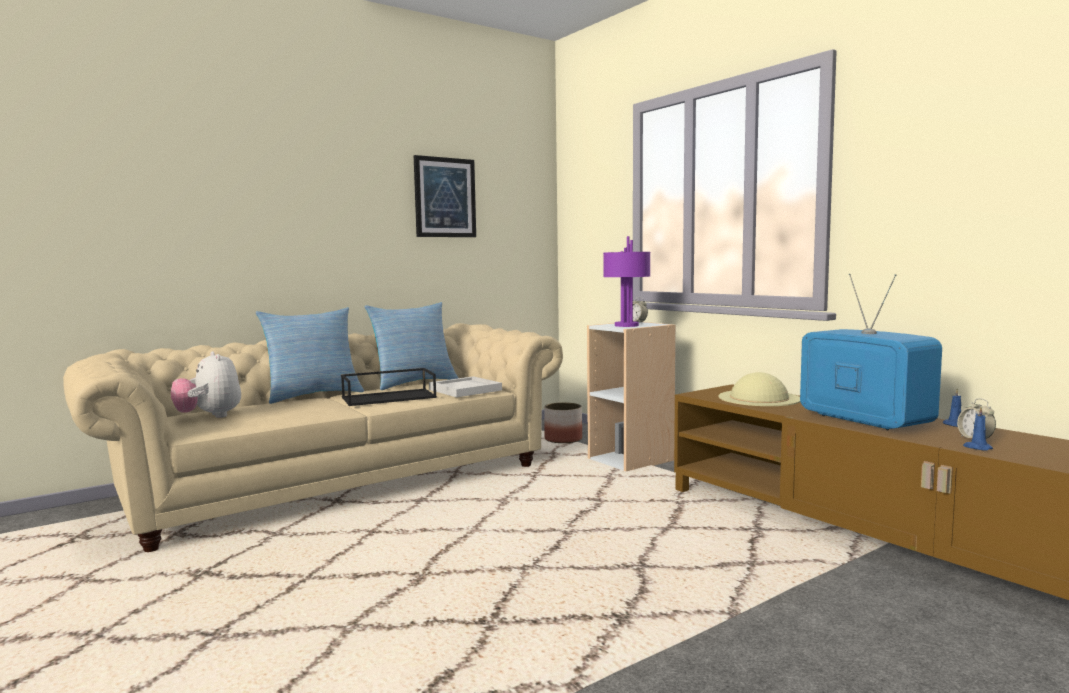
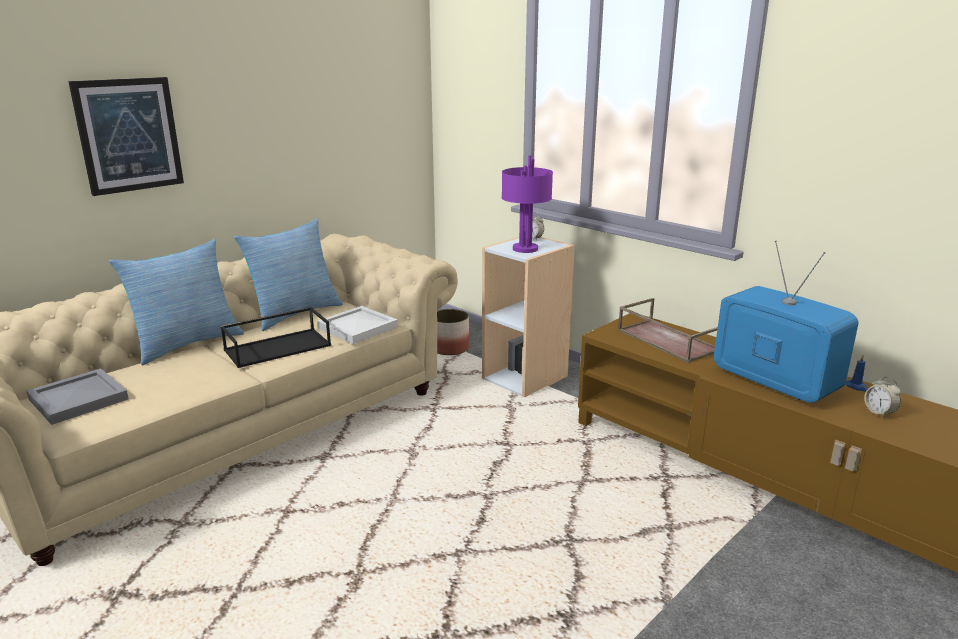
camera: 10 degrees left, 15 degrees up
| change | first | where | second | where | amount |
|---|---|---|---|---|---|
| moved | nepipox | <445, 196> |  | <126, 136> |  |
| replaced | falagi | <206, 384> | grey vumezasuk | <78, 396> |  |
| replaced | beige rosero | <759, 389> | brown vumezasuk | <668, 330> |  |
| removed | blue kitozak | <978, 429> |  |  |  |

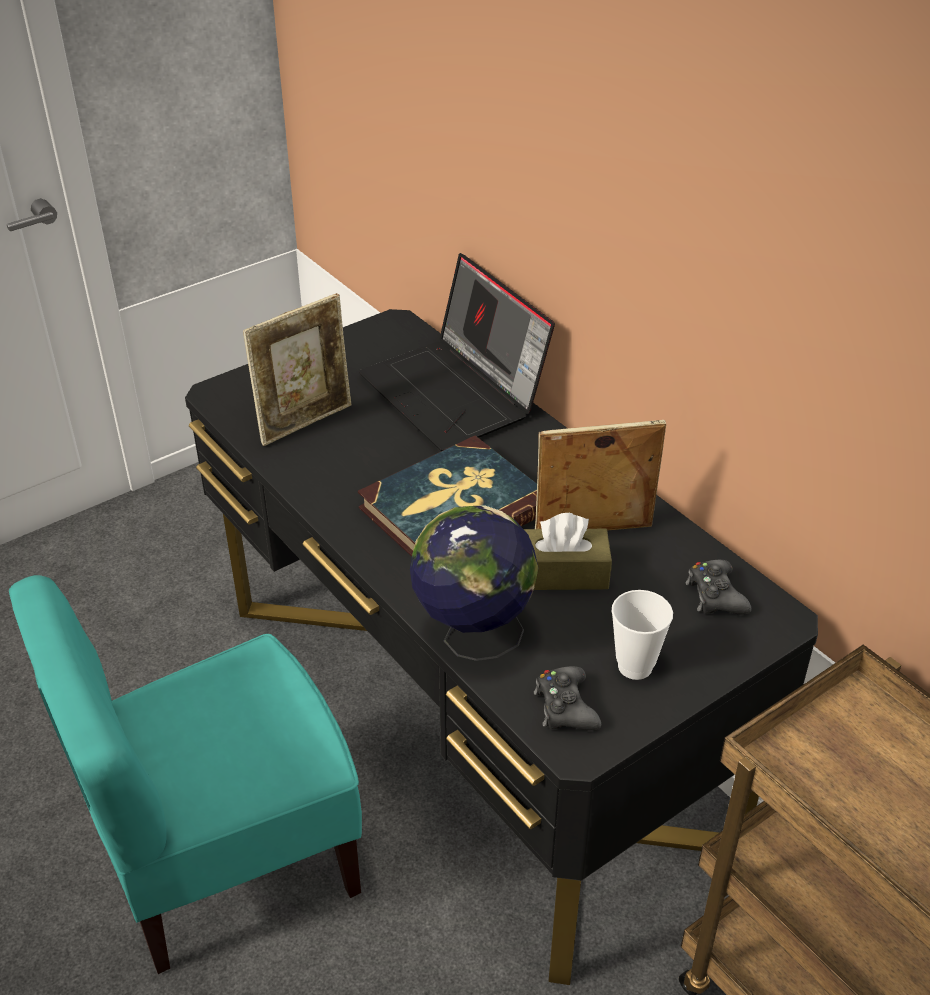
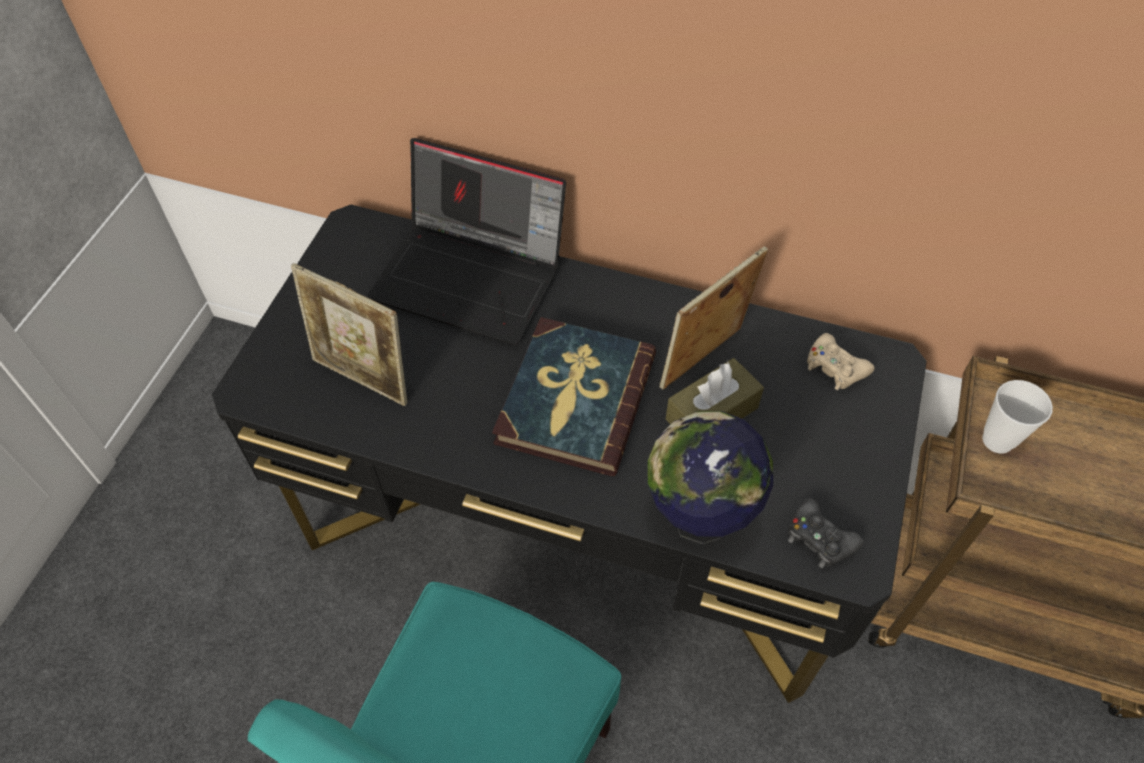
camera: 35 degrees left, 15 degrees up
| change | first | where | second | where | amount |
|---|---|---|---|---|---|
| turned | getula | <297, 369> |  | <349, 334> | 105 degrees clockwise |
| recoloured | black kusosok | <718, 587> | beige kusosok | <841, 361> |  |
| moved | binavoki | <642, 635> |  | <1017, 417> |  |

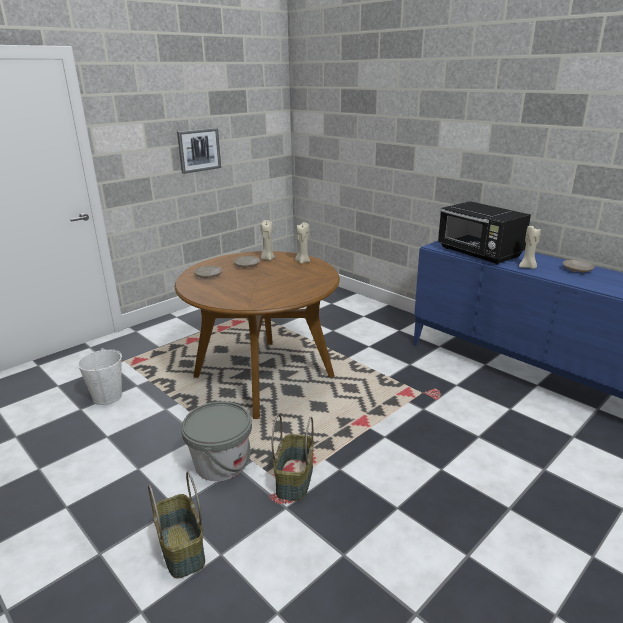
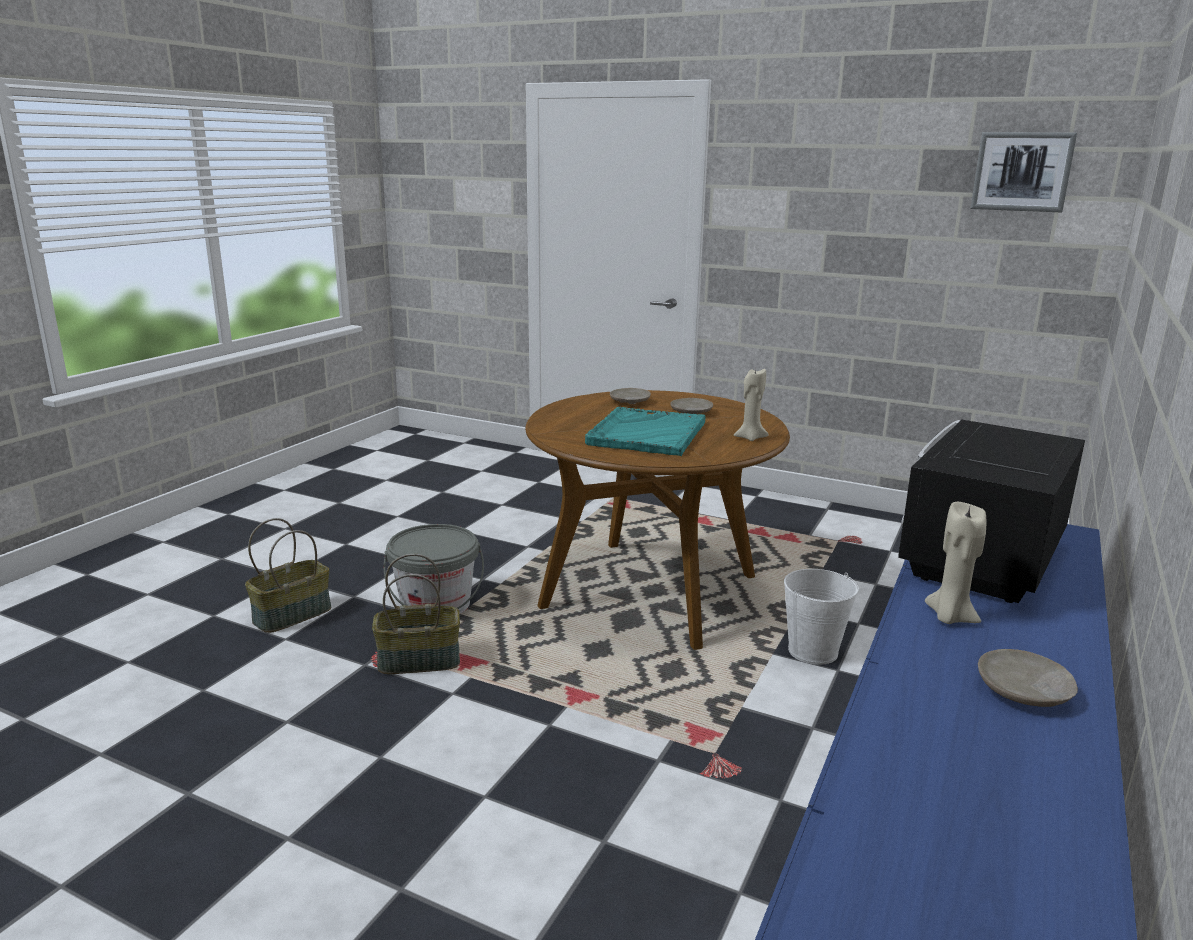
camera: 70 degrees right, 5 degrees down
| change | first | where | second | where | amount |
|---|---|---|---|---|---|
| moved | nepipox | <199, 151> |  | <1023, 172> |  |
| removed | beige kitozak | <268, 240> |  |  |  |
| moved | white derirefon | <100, 376> |  | <821, 617> |  |
| added |  |  | turquoise vumezasuk | <645, 431> |  |

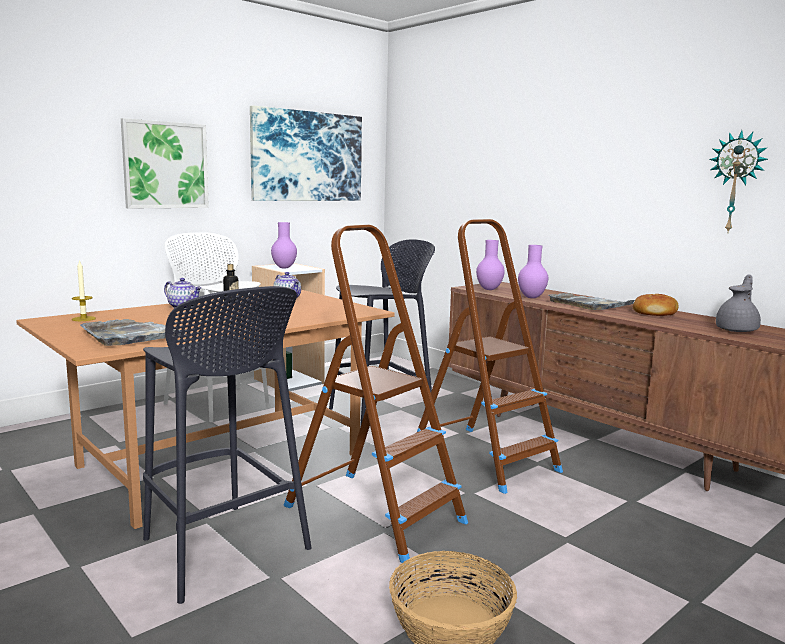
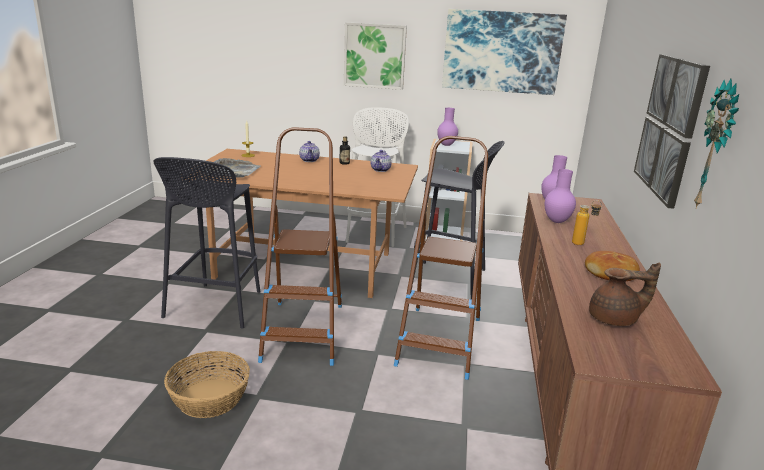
camera: 50 degrees right, 10 degrees up
| change | first | where | second | where | amount |
|---|---|---|---|---|---|
| recoloured | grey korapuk | <738, 303> | brown korapuk | <625, 294> |  |
| replaced | grey vumezasuk | <591, 301> | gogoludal | <587, 222> |  |
| added |  |  | nepipox | <672, 131> |  |

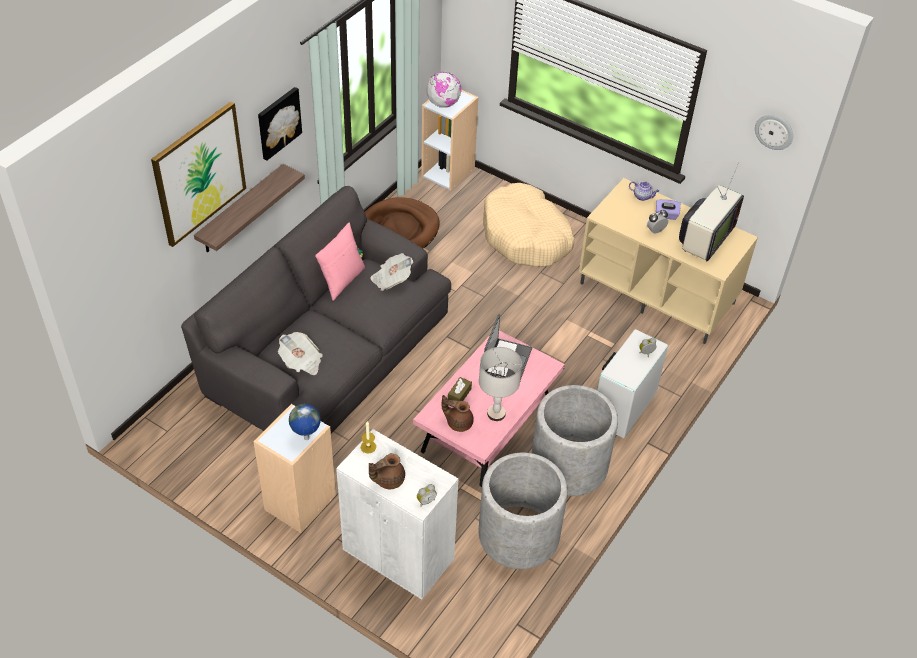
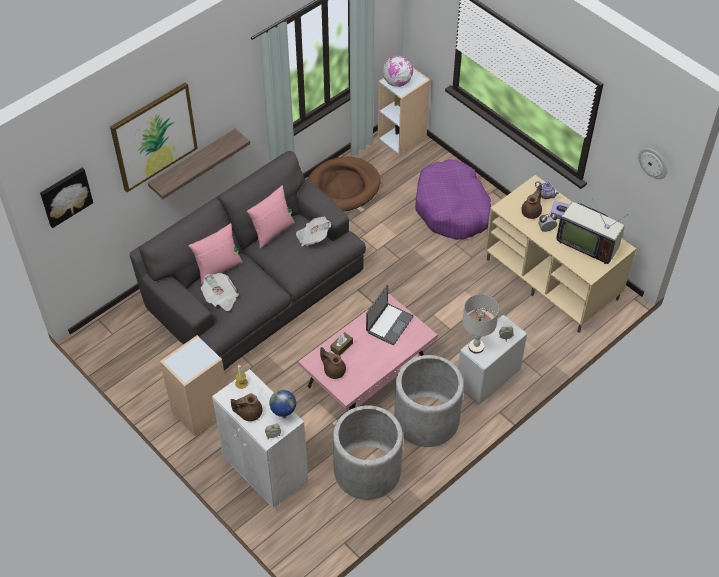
camera: 15 degrees right, 5 degrees up
| change | first | where | second | where | amount |
|---|---|---|---|---|---|
| moved | nepipox | <280, 124> |  | <66, 198> |  |
| turned | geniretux | <711, 212> |  | <592, 231> | 75 degrees clockwise |
| recoloured | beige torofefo | <528, 225> | purple torofefo | <453, 199> |  |
| moved | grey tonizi | <500, 384> |  | <480, 324> |  |
| moved | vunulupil | <305, 422> |  | <282, 404> |  |
| added |  |  | brown korapuk | <531, 201> |  |
| added |  |  | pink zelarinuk | <216, 253> |  |

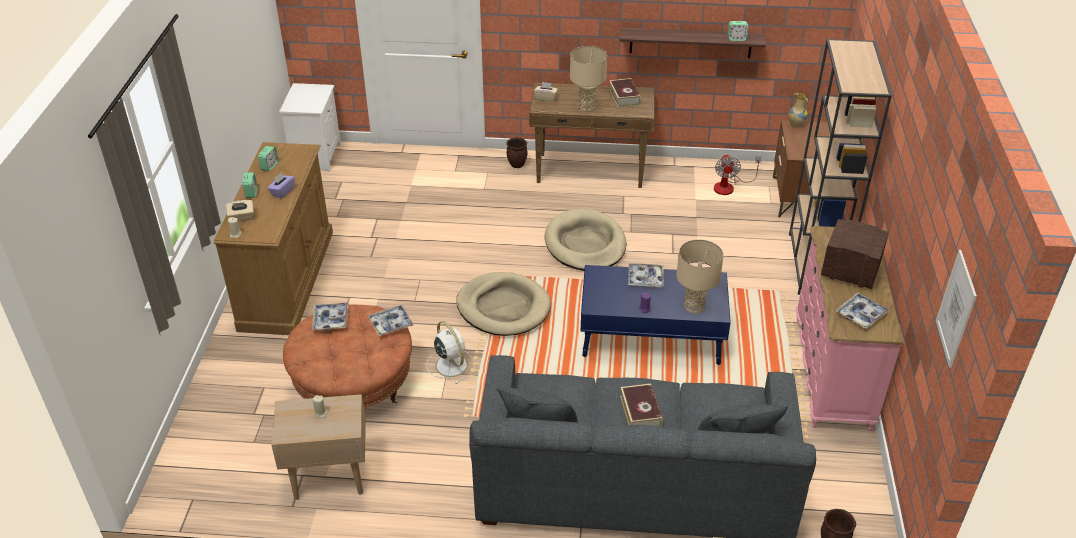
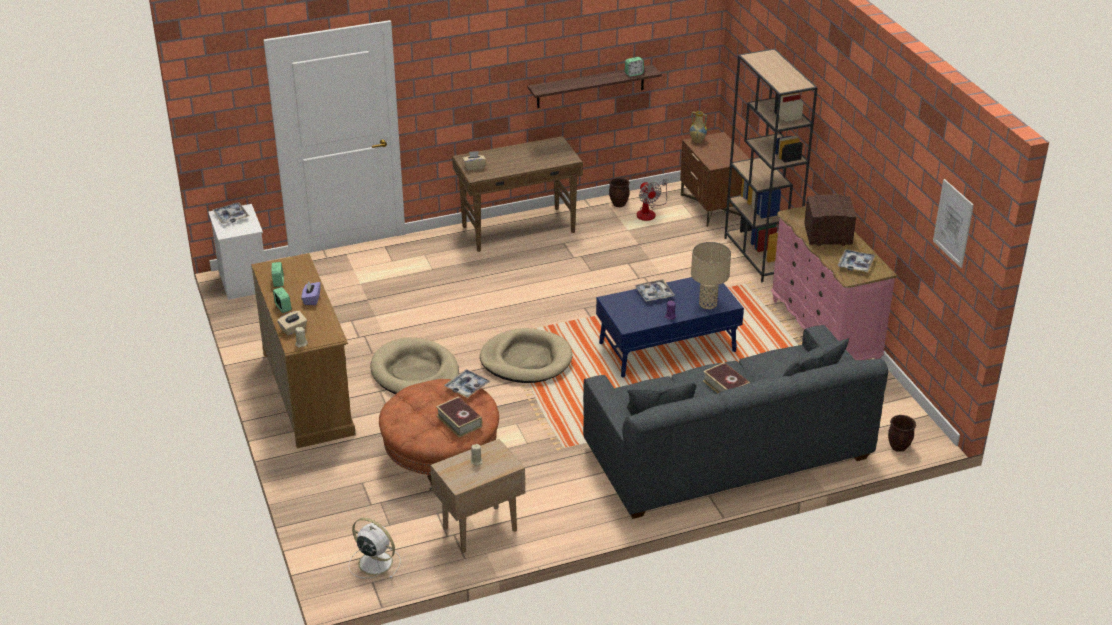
camera: 25 degrees left, 5 degrees down
| change | first | where | second | where | amount |
|---|---|---|---|---|---|
| removed | beige tonizi | <588, 78> |  |  |  |
| moved | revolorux | <625, 93> |  | <459, 416> |  |
| moved | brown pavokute | <516, 152> |  | <619, 192> |  |
| moved | beige torofefo | <585, 239> |  | <414, 365> |  |
| moved | vumezasuk | <330, 316> |  | <231, 213> |  |
| moved | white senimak | <450, 352> |  | <375, 548> |  |

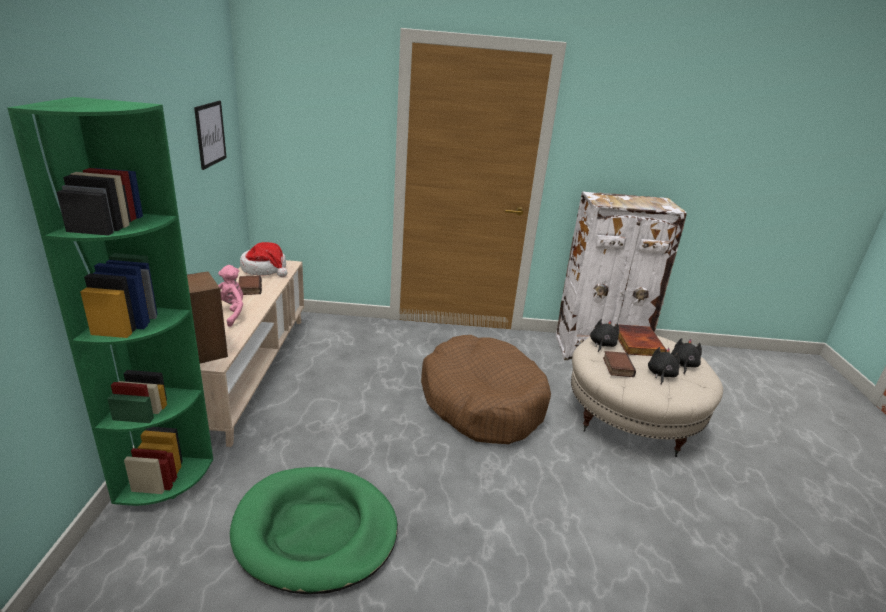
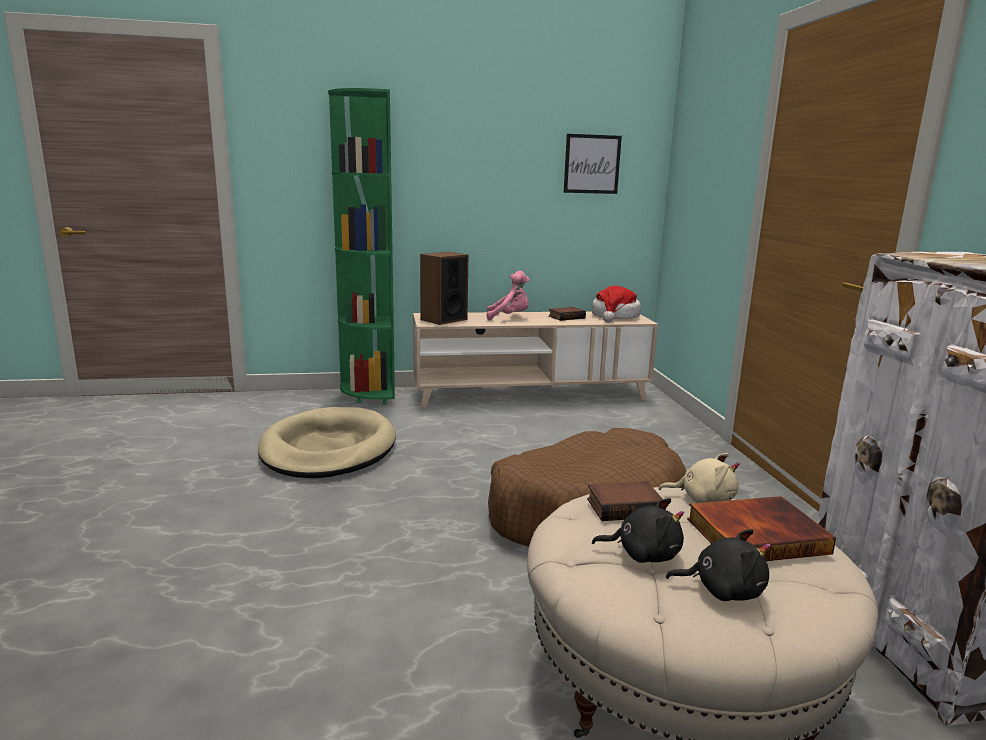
camera: 80 degrees right, 10 degrees down
| change | first | where | second | where | amount |
|---|---|---|---|---|---|
| recoloured | black falagi | <604, 335> | beige falagi | <699, 478> |  |
| recoloured | green torofefo | <314, 530> | beige torofefo | <327, 442> |  |

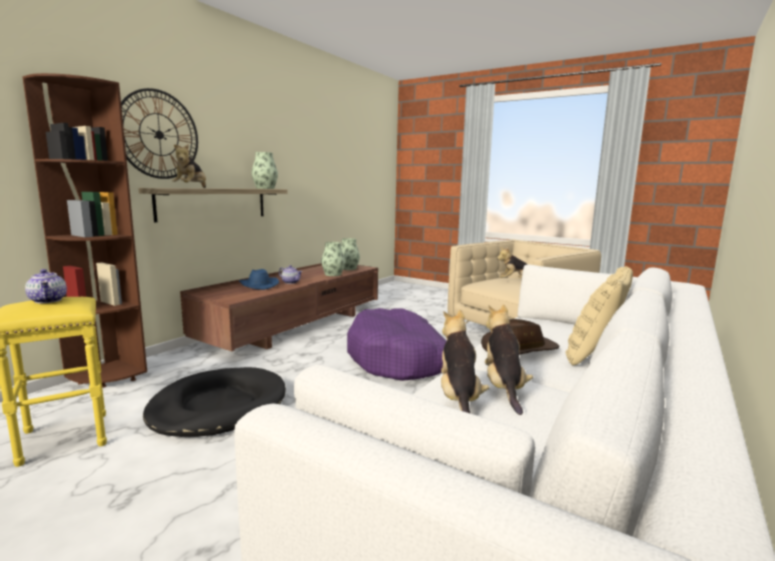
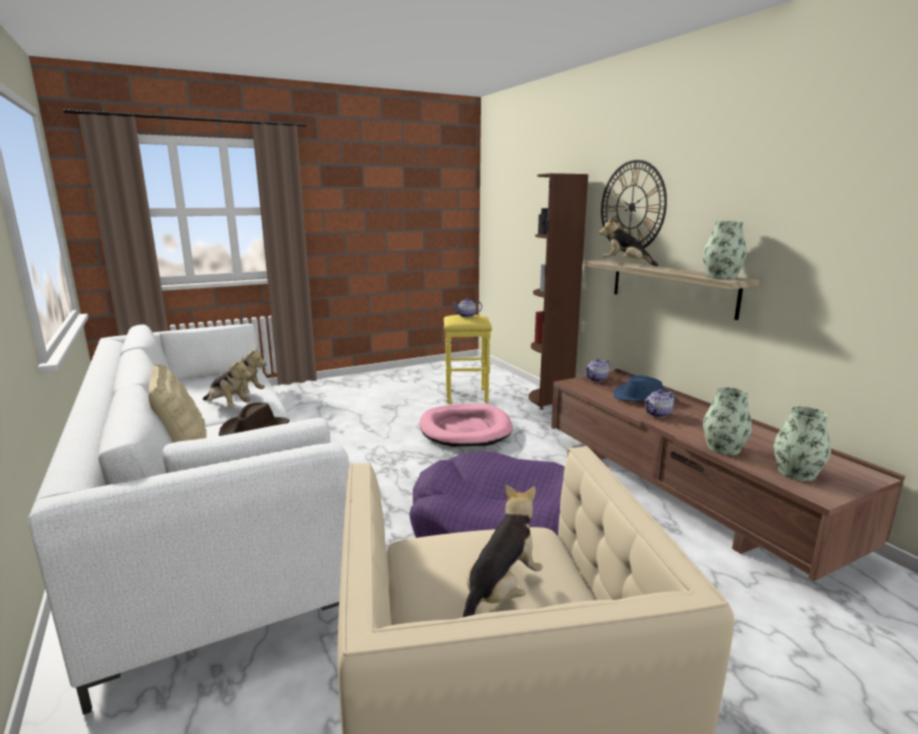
camera: 120 degrees right, 5 degrees up
| change | first | where | second | where | amount |
|---|---|---|---|---|---|
| recoloured | black torofefo | <214, 402> | pink torofefo | <466, 425> |  |
| added |  |  | korapuk | <597, 370> |  |

